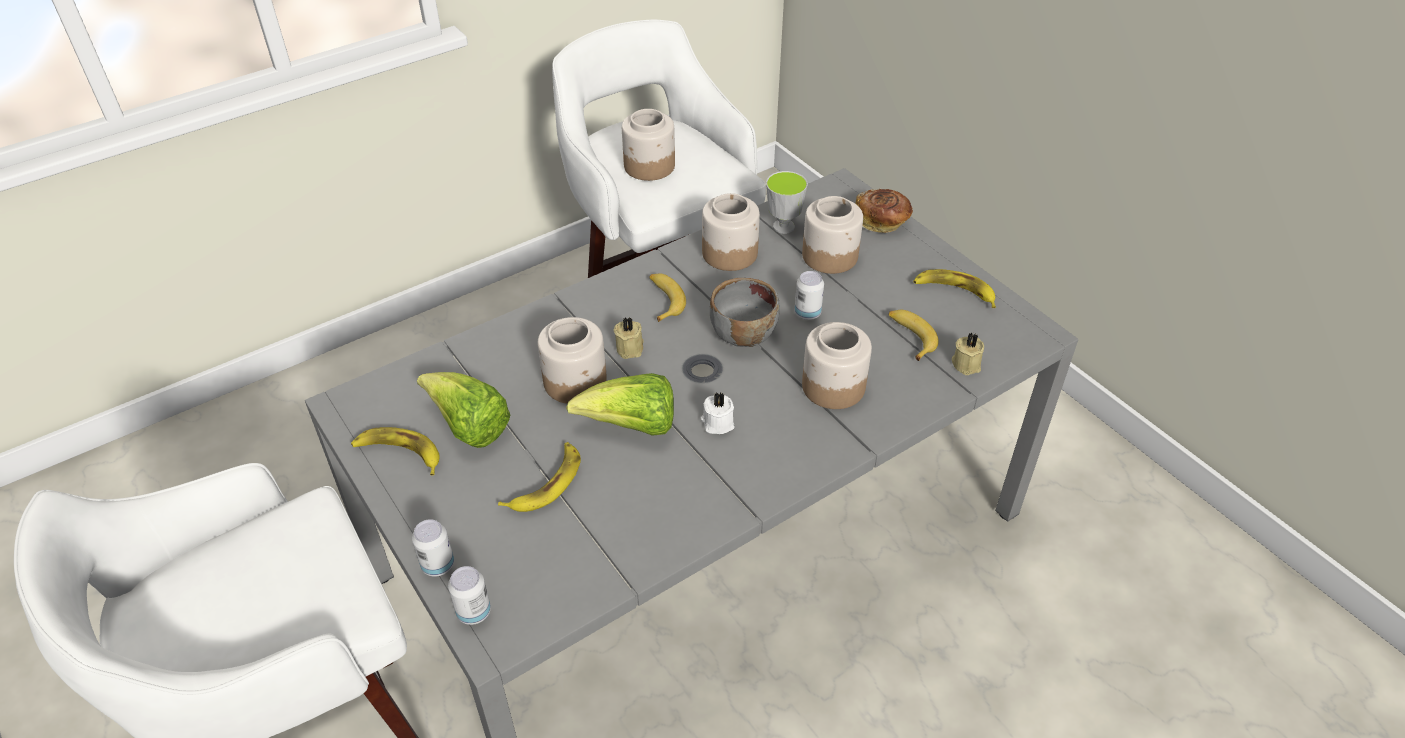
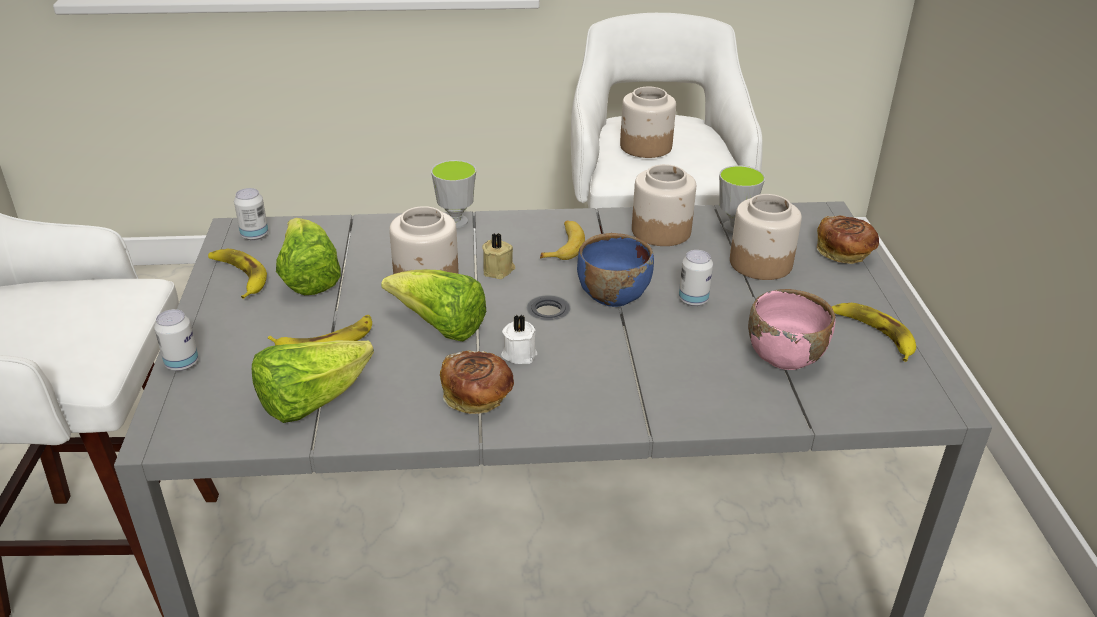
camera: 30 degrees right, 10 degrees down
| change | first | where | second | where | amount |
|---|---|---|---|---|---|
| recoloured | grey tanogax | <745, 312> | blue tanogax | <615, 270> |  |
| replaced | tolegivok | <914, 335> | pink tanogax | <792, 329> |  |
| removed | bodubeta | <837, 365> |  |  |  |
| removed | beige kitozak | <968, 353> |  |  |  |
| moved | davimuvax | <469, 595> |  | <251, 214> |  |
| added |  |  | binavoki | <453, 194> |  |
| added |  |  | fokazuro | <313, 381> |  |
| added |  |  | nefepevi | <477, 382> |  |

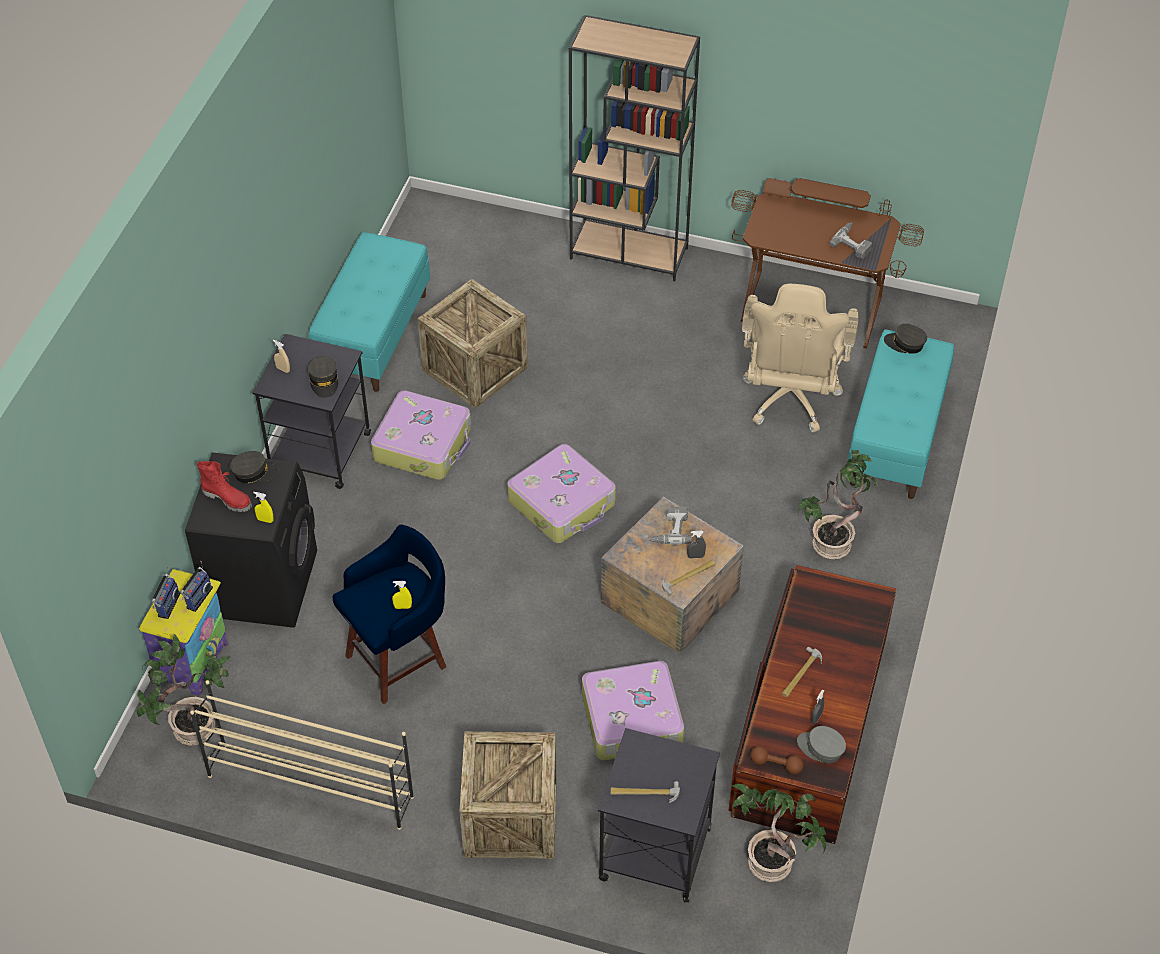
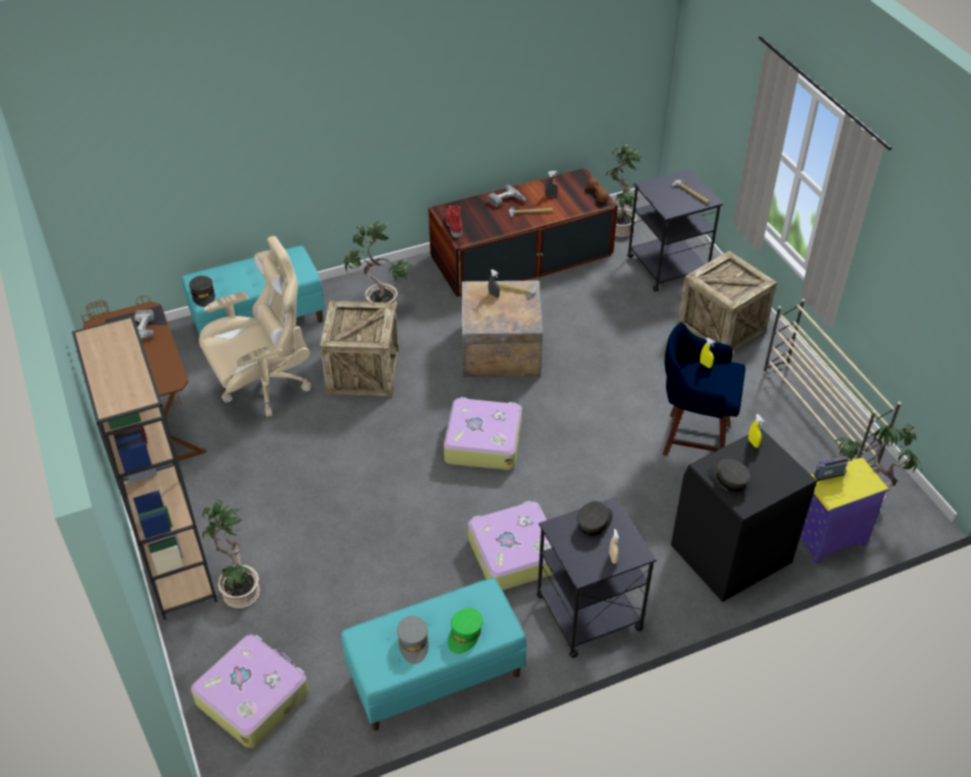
camera: 130 degrees left, 5 degrees down
| change | first | where | second | where | amount |
|---|---|---|---|---|---|
| moved | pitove | <472, 343> |  | <359, 348> |  |
| moved | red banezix | <224, 486> |  | <454, 221> |  |
| moved | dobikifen | <670, 526> |  | <507, 196> |  |
| removed | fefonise | <166, 593> |  |  |  |
| moved | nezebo | <633, 710> |  | <250, 691> |  |
| moved | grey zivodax | <821, 744> |  | <413, 640> |  |
| added |  |  | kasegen | <231, 554> |  |
| added |  |  | green zivodax | <465, 631> |  |

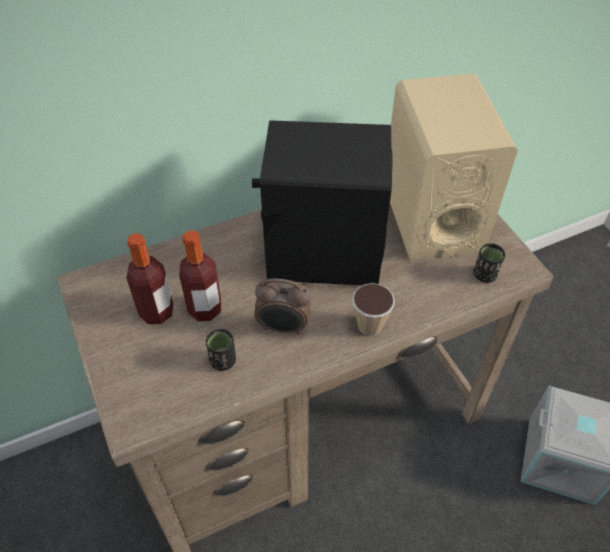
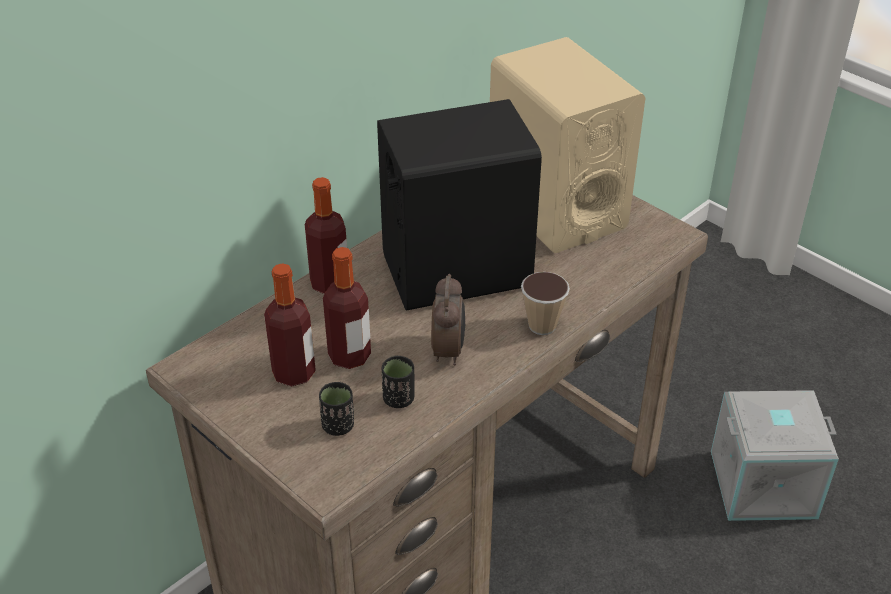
camera: 20 degrees left, 10 degrees down
| change | first | where | second | where | amount |
|---|---|---|---|---|---|
| moved | black binavoki | <489, 263> |  | <336, 409> |  |
| turned | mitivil | <282, 306> |  | <448, 319> | 75 degrees counterclockwise |
| added |  |  | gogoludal | <326, 235> |  |

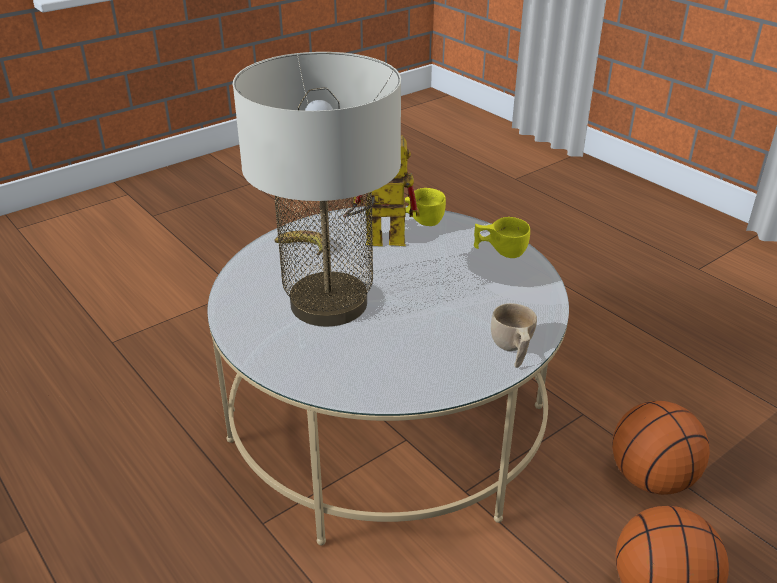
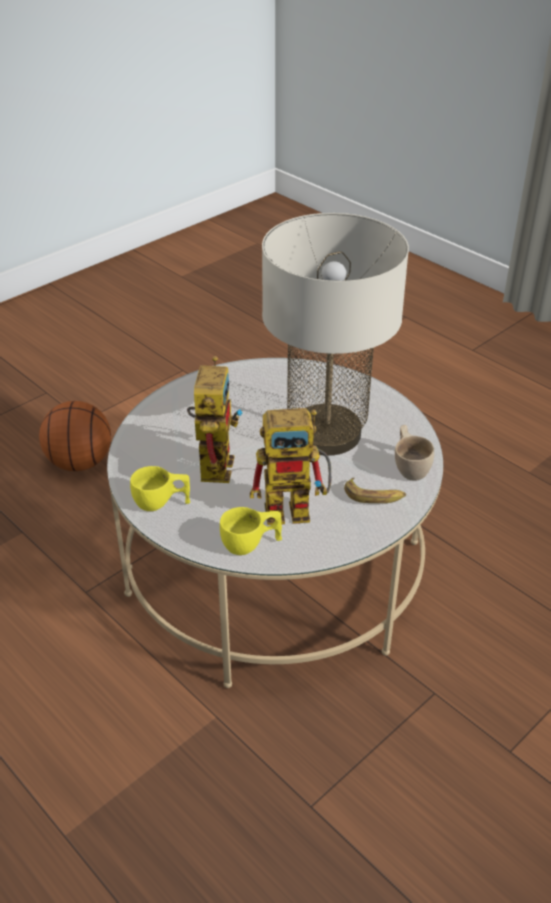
camera: 175 degrees right, 5 degrees up
| change | first | where | second | where | amount |
|---|---|---|---|---|---|
| moved | beige binavoki | <514, 335> |  | <414, 453> |  |
| removed | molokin | <661, 448> |  |  |  |
| added |  |  | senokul | <214, 419> |  |

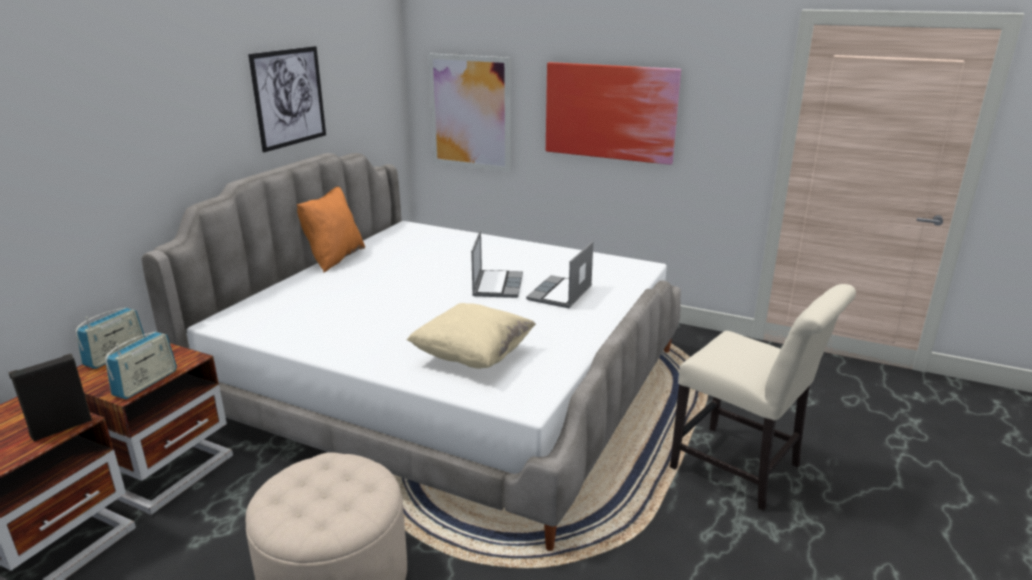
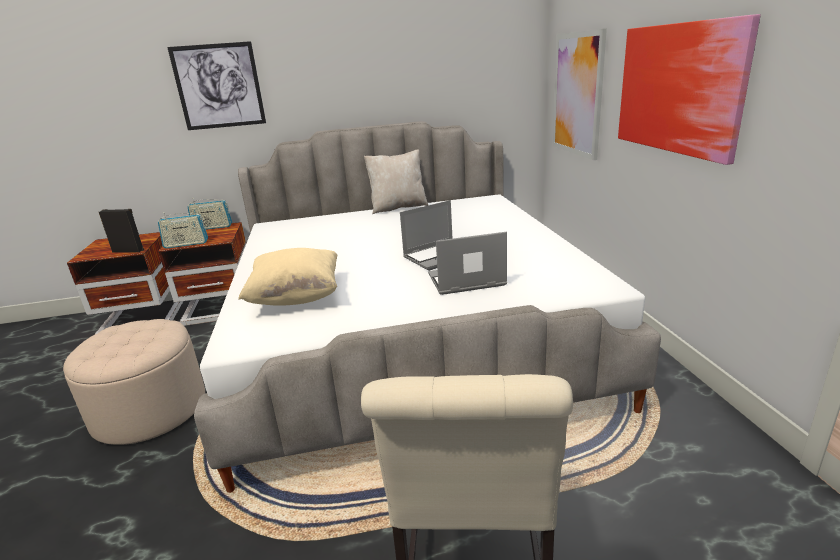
camera: 55 degrees right, 0 degrees up
| change | first | where | second | where | amount |
|---|---|---|---|---|---|
| moved | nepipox | <287, 99> |  | <216, 85> |  |
| recoloured | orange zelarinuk | <331, 230> | beige zelarinuk | <396, 182> |  |

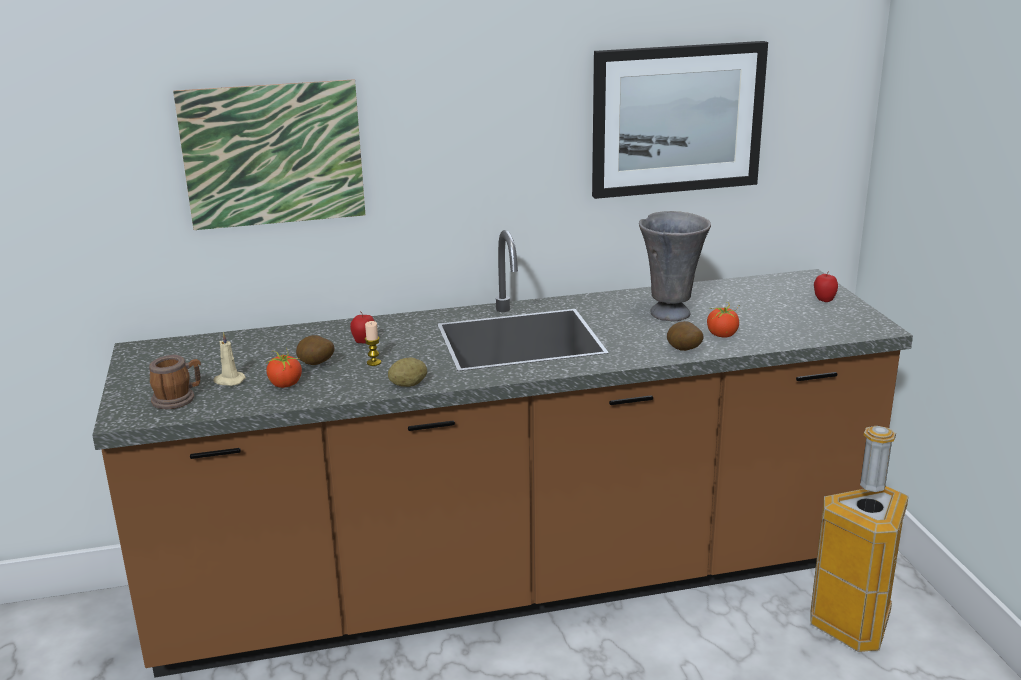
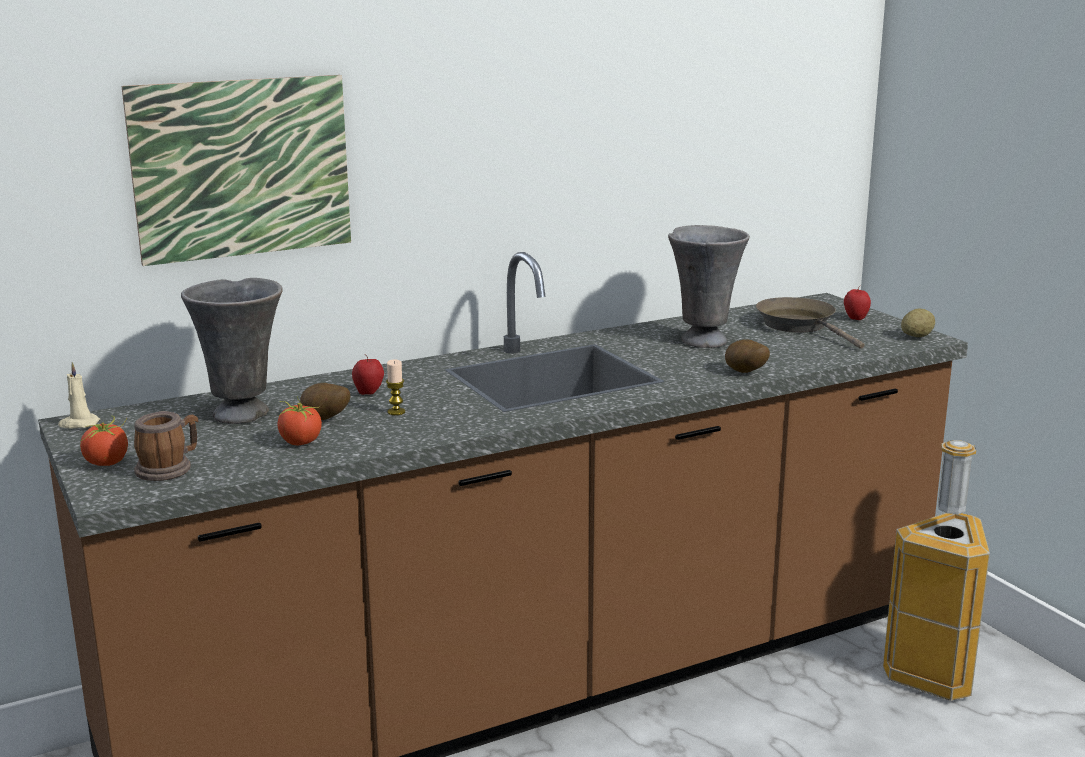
camera: 15 degrees left, 5 degrees down
| change | first | where | second | where | amount |
|---|---|---|---|---|---|
| removed | nepipox | <680, 120> |  |  |  |
| moved | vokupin | <723, 320> |  | <104, 441> |  |
| moved | beige kitozak | <229, 359> |  | <79, 395> |  |
| moved | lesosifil | <407, 372> |  | <918, 322> |  |
| added |  |  | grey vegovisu | <231, 351> |  |
| added |  |  | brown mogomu | <810, 323> |  |

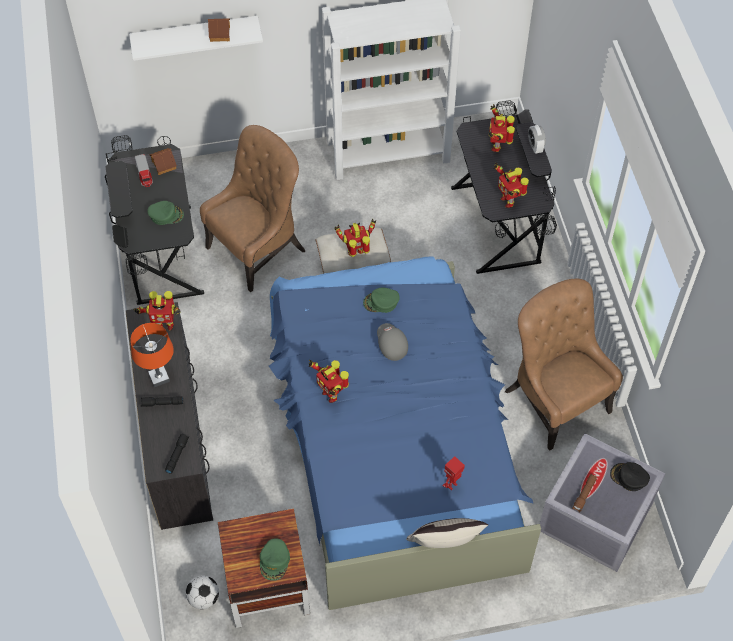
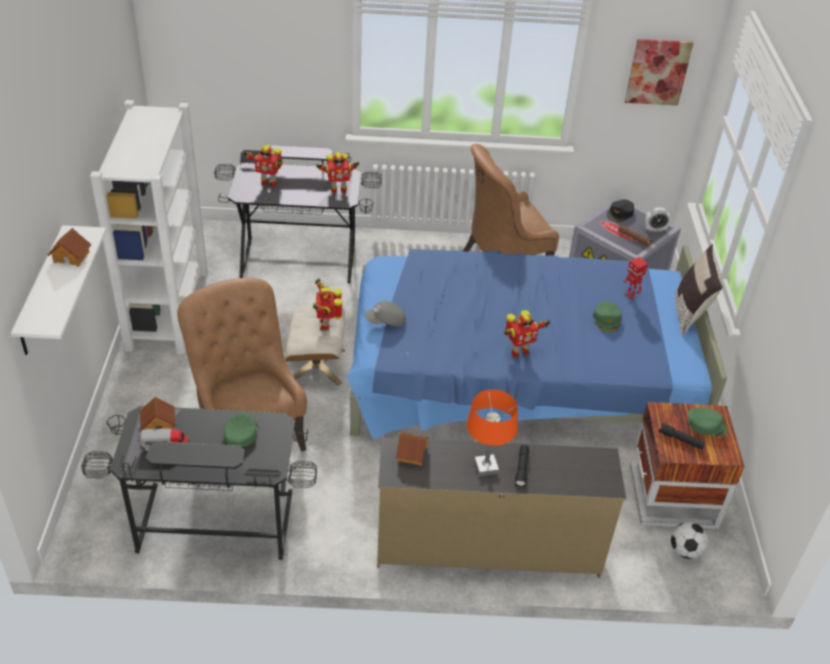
camera: 80 degrees left, 15 degrees down
| change | first | where | second | where | amount |
|---|---|---|---|---|---|
| moved | mitivil | <537, 139> |  | <657, 219> |  |
| moved | green zivodax | <381, 300> |  | <607, 317> |  |
| replaced | senokul | <157, 310> | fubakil | <412, 449> |  |
| moved | grey zivodax | <392, 342> |  | <385, 313> |  |
| moved | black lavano | <177, 454> |  | <682, 436> |  |
| added |  |  | nepipox | <659, 72> |  |

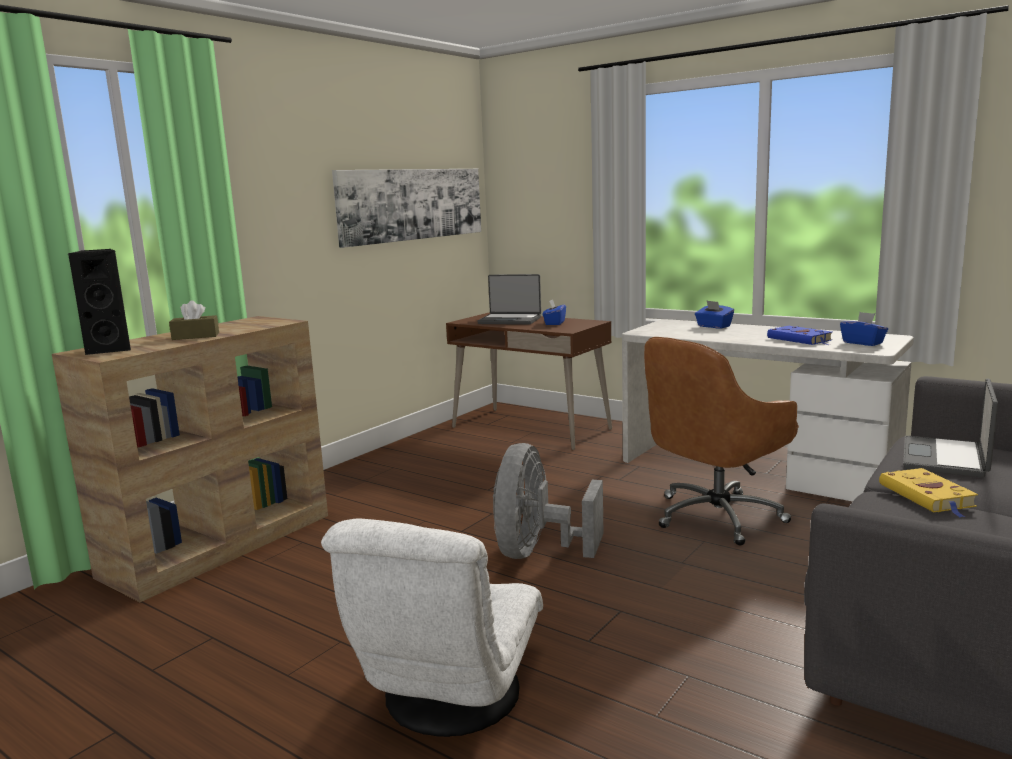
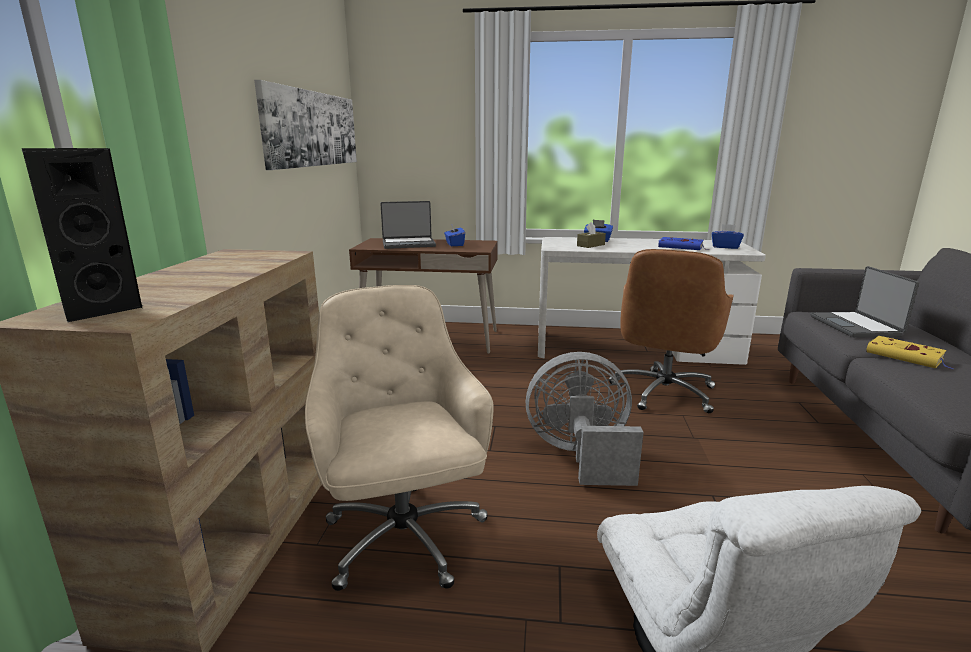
camera: 30 degrees left, 5 degrees up
| change | first | where | second | where | amount |
|---|---|---|---|---|---|
| moved | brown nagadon | <194, 320> |  | <591, 235> |  |
| turned | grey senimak | <548, 501> |  | <584, 419> | 105 degrees clockwise |
| added |  |  | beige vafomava | <399, 438> |  |

